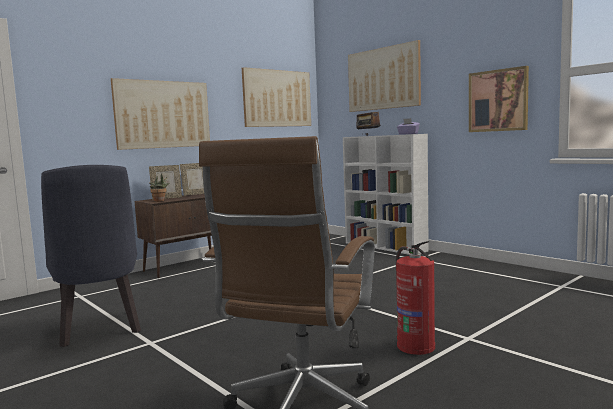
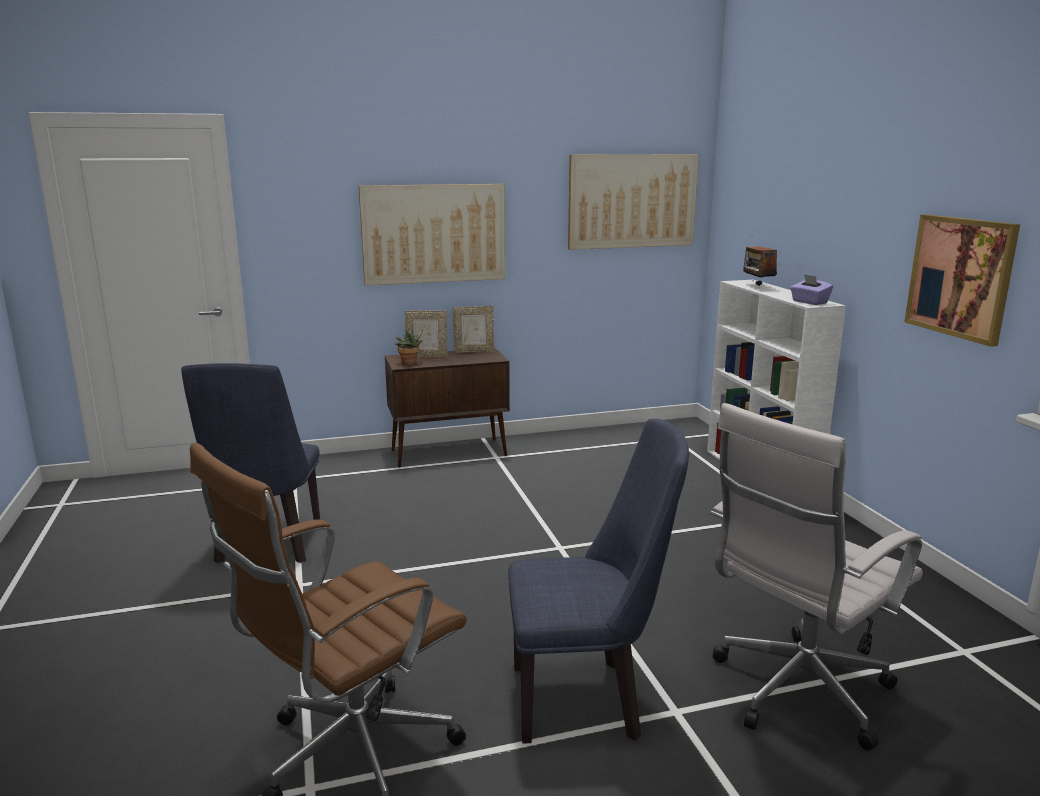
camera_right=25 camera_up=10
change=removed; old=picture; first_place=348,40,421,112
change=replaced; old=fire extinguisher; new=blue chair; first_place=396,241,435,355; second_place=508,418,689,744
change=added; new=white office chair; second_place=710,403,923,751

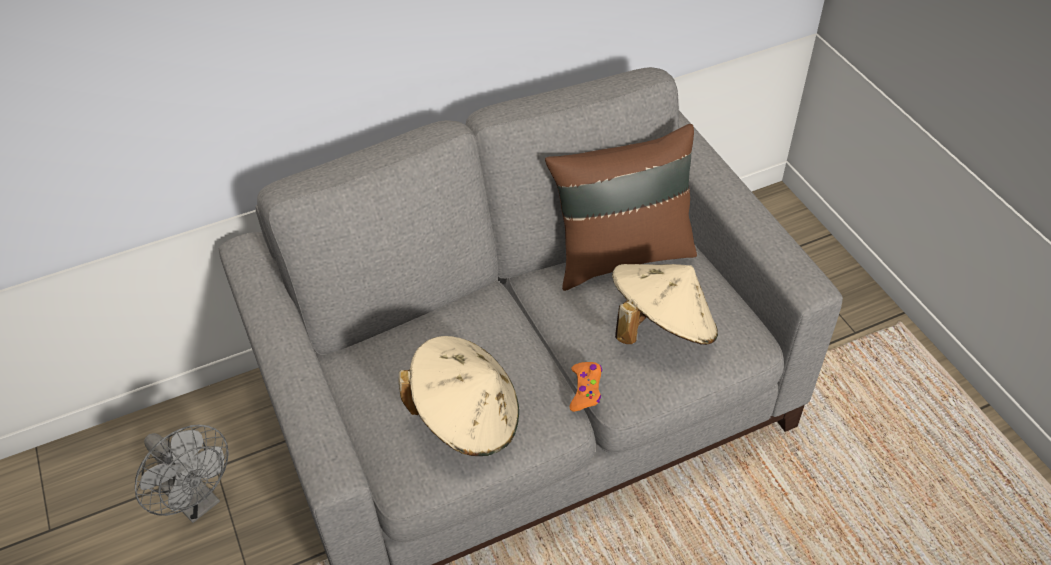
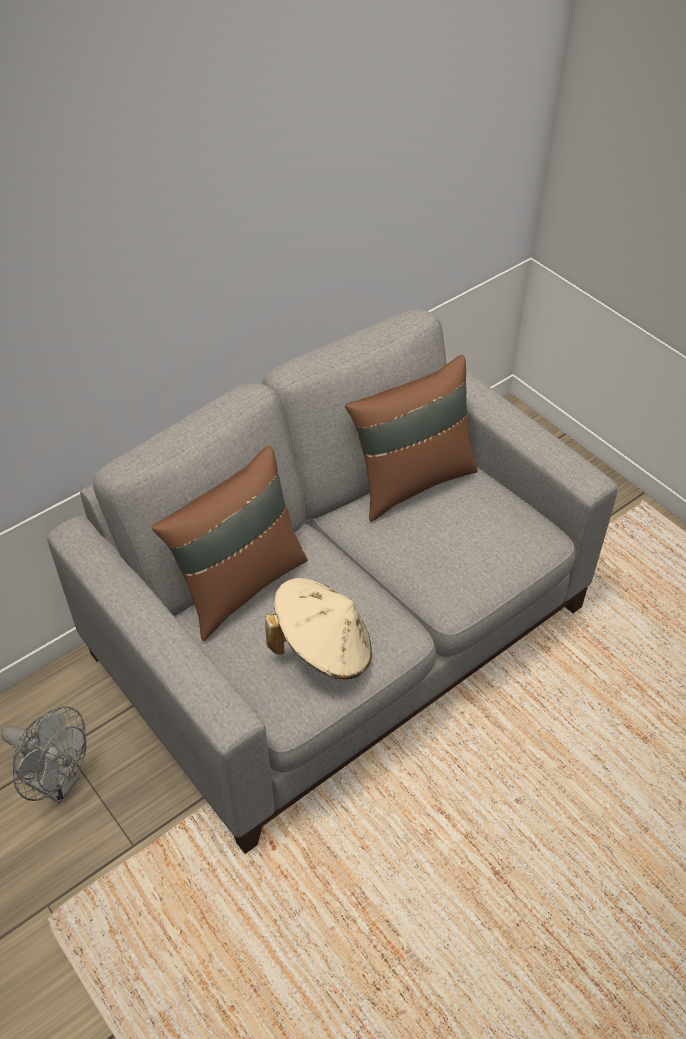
camera_right=-15 camera_up=0
change=removed; old=orange game controller; first_place=570,362,602,412
change=removed; old=beige hat; first_place=612,264,718,345
change=added; new=brown pillow; second_place=151,446,308,641

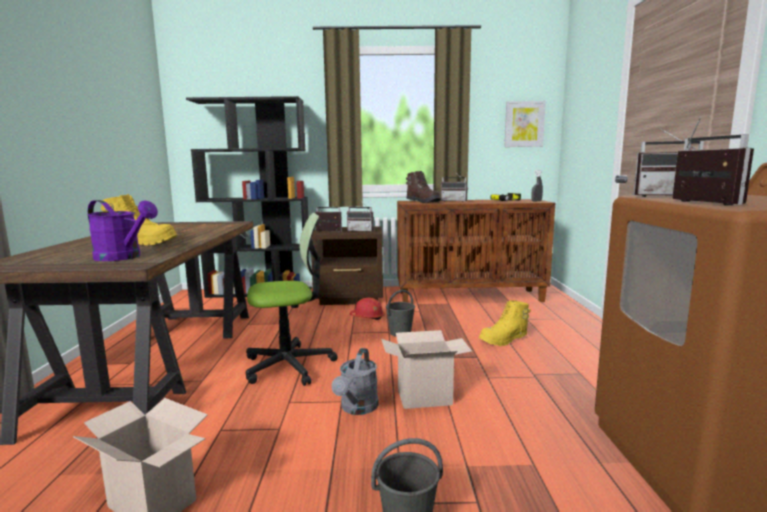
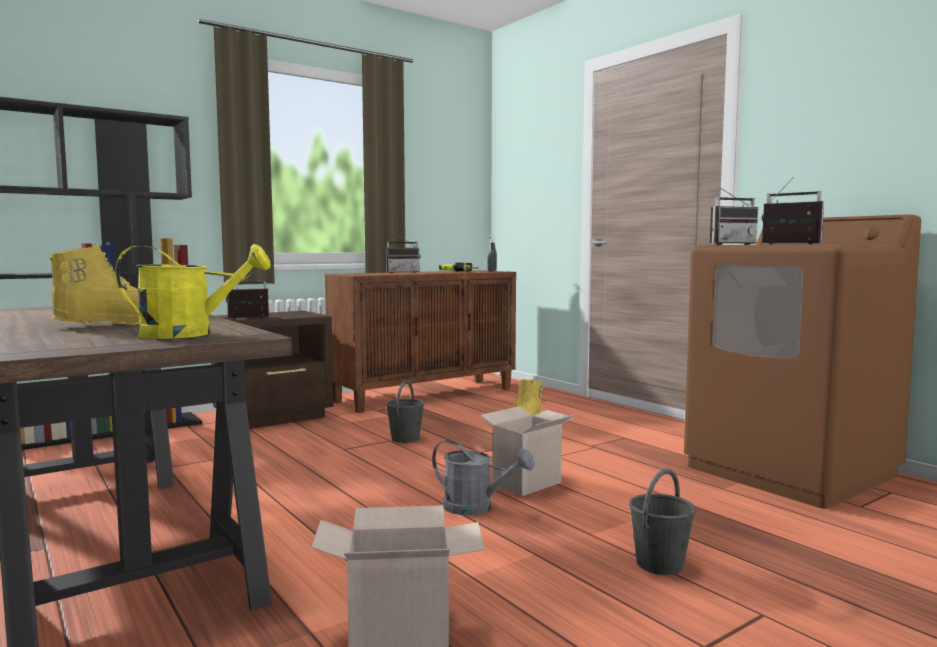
camera_right=-35 camera_up=-5
change=recoloured; old=purple watering can; new=yellow watering can; first_place=87,200,158,261; second_place=115,244,271,339
change=removed; old=office chair; first_place=246,213,338,386
change=turned; old=grey watering can; first_place=332,348,379,415; second_place=432,440,535,515; degrees=-45
change=removed; old=radio; first_place=347,202,374,232
change=removed; old=red hard hat; first_place=350,298,385,320
change=removed; old=brown boot; first_place=406,171,441,203
change=removed; old=picture; first_place=505,101,546,147

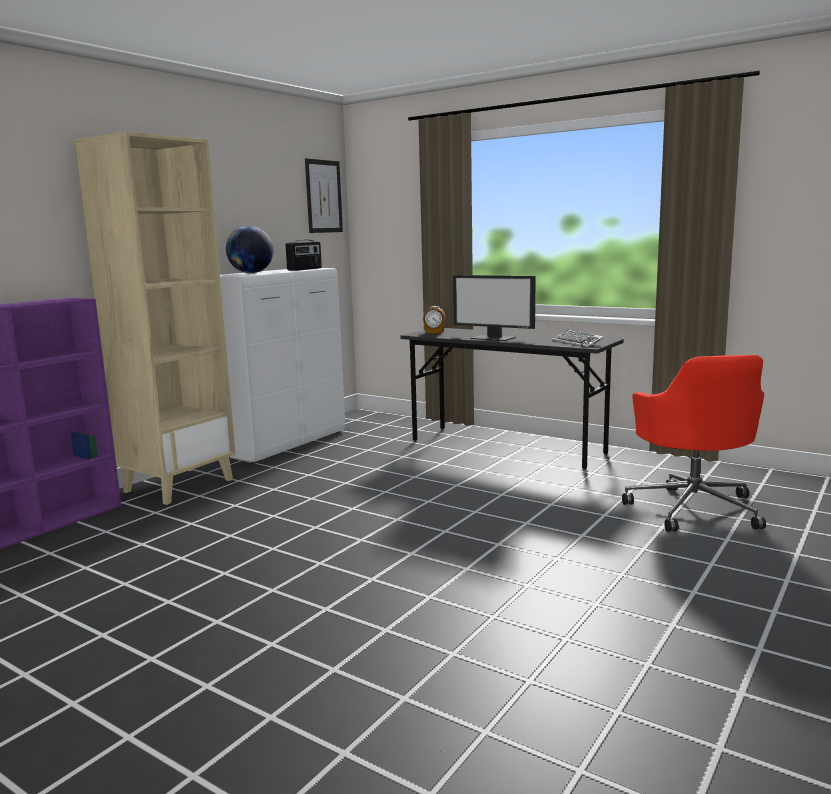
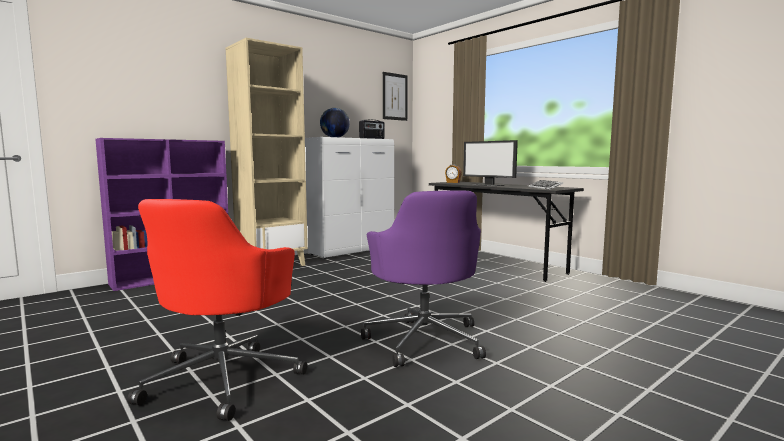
camera_right=15 camera_up=-5
change=moved; old=red office chair; first_place=622,355,766,532; second_place=127,199,307,421
change=added; new=purple office chair; second_place=361,190,486,367

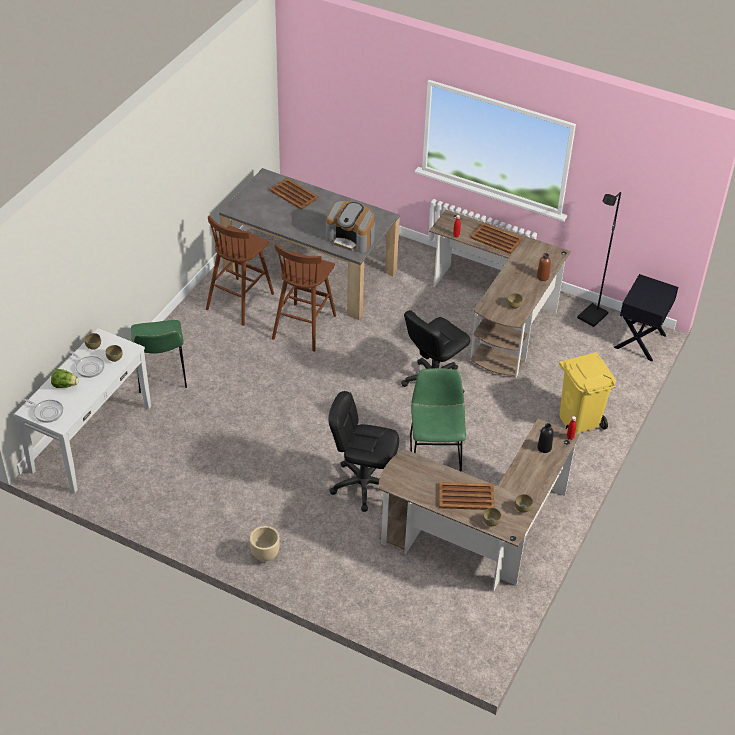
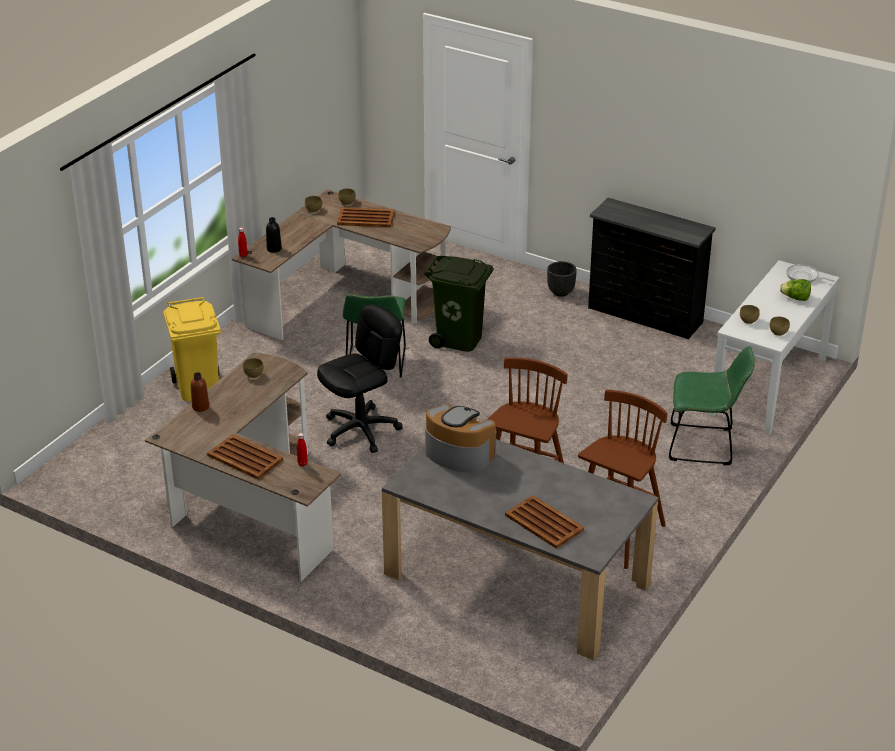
camera_right=-175 camera_up=-10
change=removed; old=frying pan; first_place=70,351,104,378
change=turned; old=green chair; first_place=131,320,187,393; second_place=669,346,755,465; degrees=105
change=recoloured; old=beige planter; new=black planter; first_place=250,526,280,561; second_place=547,261,577,297
change=replaced; old=black office chair; new=green trash can; first_place=328,391,399,512; second_place=424,256,494,352
change=removed; old=black floor lamp; first_place=577,192,621,327
change=removed; old=black nightstand; first_place=614,274,678,361
change=added; new=black dresser; second_place=588,198,716,339

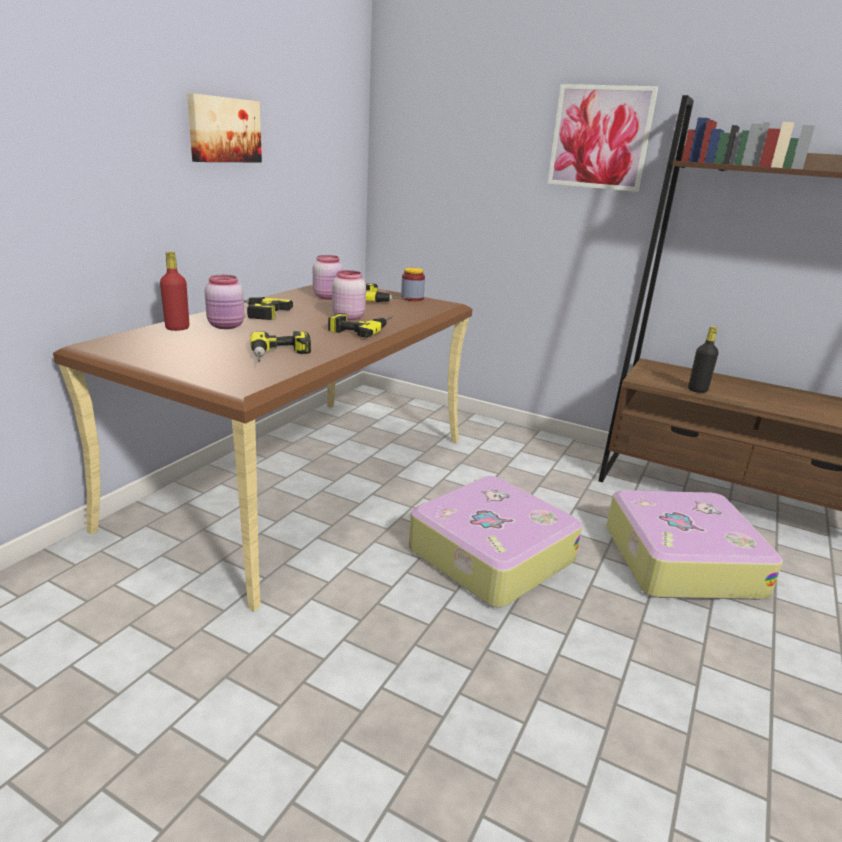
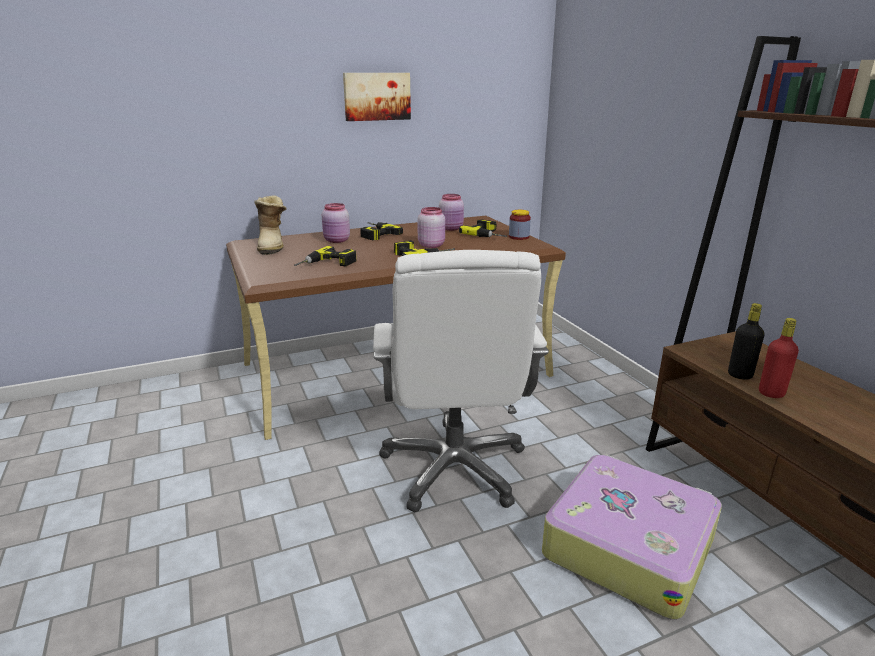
camera_right=40 camera_up=0
change=moved; old=red bottle; first_place=160,251,189,331; second_place=759,318,799,398
change=replaced; old=suitcase; new=white office chair; first_place=409,476,582,608; second_place=373,250,549,512
change=removed; old=picture; first_place=547,84,658,192
change=added; new=boot; second_place=255,195,287,255

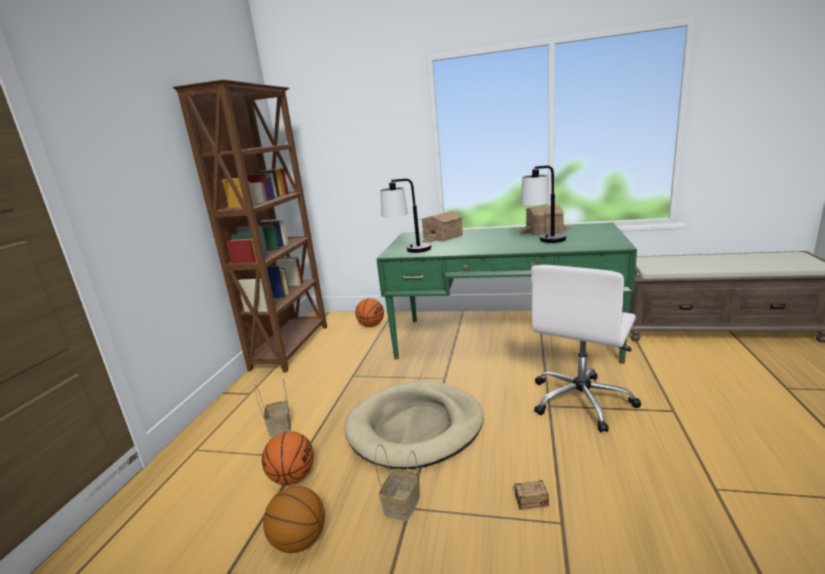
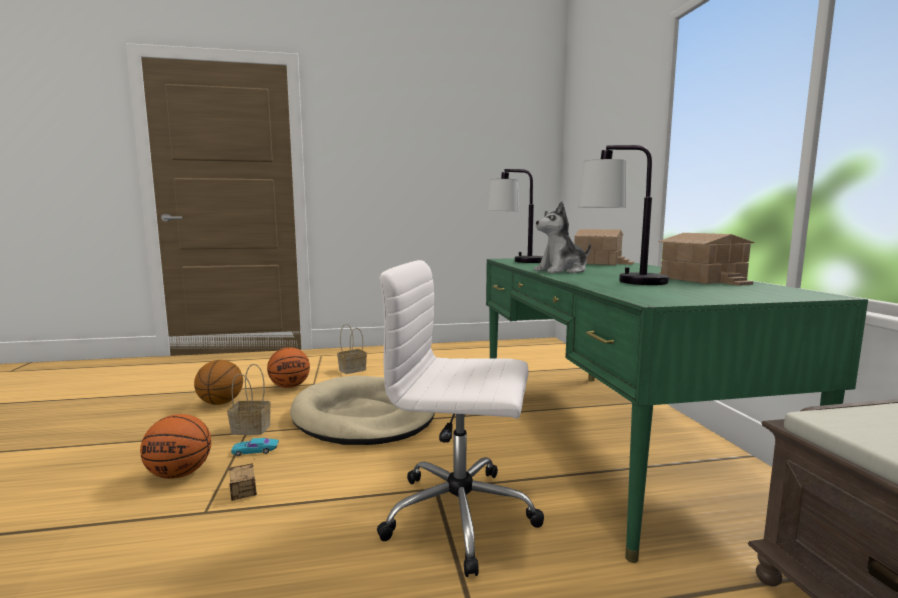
camera_right=65 camera_up=-10
change=removed; old=brown bookcase; first_place=173,79,327,373
change=moved; old=basketball; first_place=355,298,384,327; second_place=140,414,211,479
change=added; new=turquoise toy car; second_place=231,438,279,456
change=added; new=plush toy; second_place=534,201,591,273

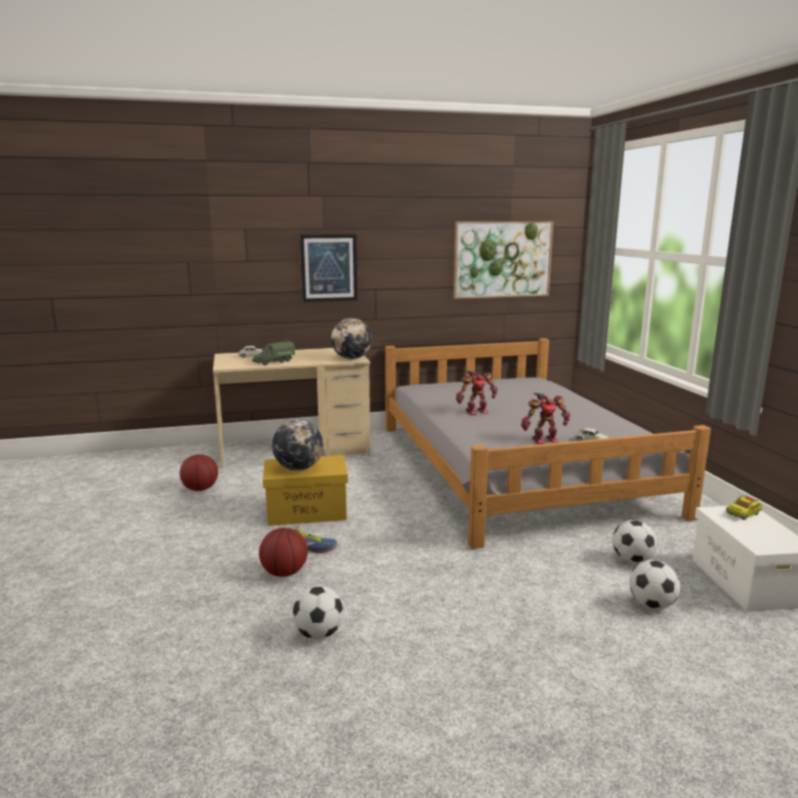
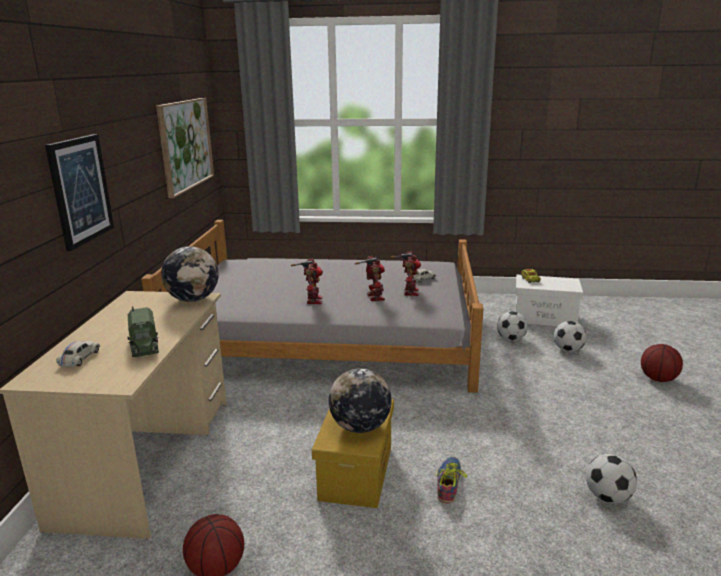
camera_right=-70 camera_up=5
change=moved; old=basketball; first_place=259,528,308,577; second_place=641,344,683,382
change=added; new=toy robot; second_place=355,256,385,301

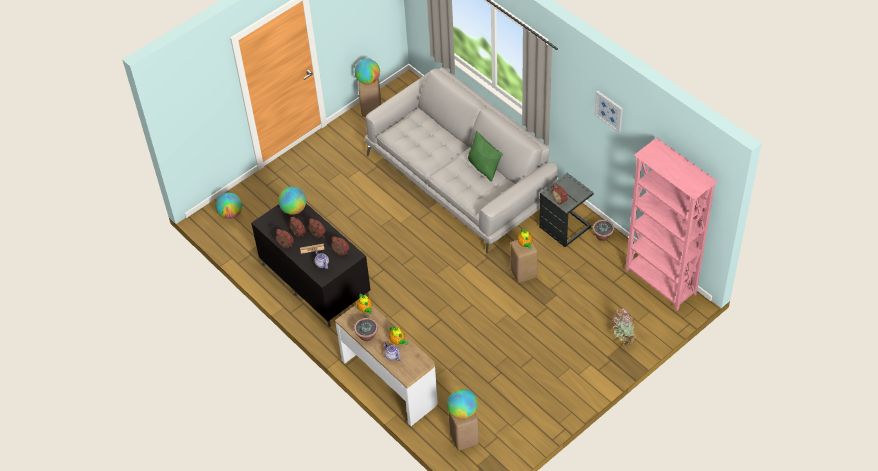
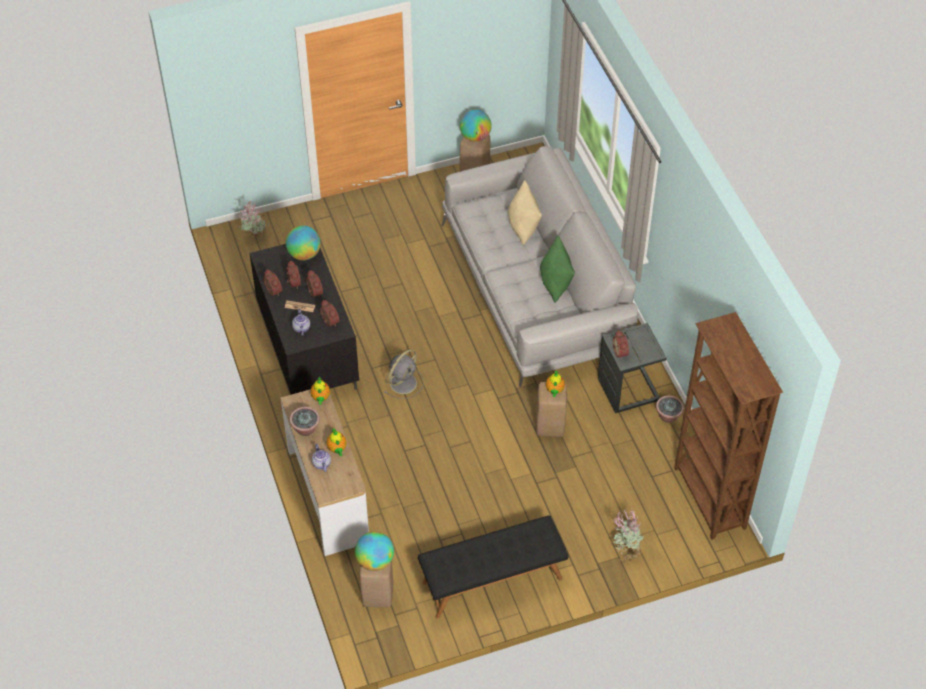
camera_right=20 camera_up=0
change=replaced; old=globe; new=potted plant; first_place=216,193,242,219; second_place=239,201,269,238
change=removed; old=picture; first_place=594,90,623,133
change=recoloured; old=pink bookcase; new=brown bookcase; first_place=626,138,718,311; second_place=674,312,783,540
change=added; new=grey fan; second_place=384,350,424,399
change=added; new=black bench; second_place=418,515,569,619
change=added; new=beige pillow; second_place=508,180,542,245

